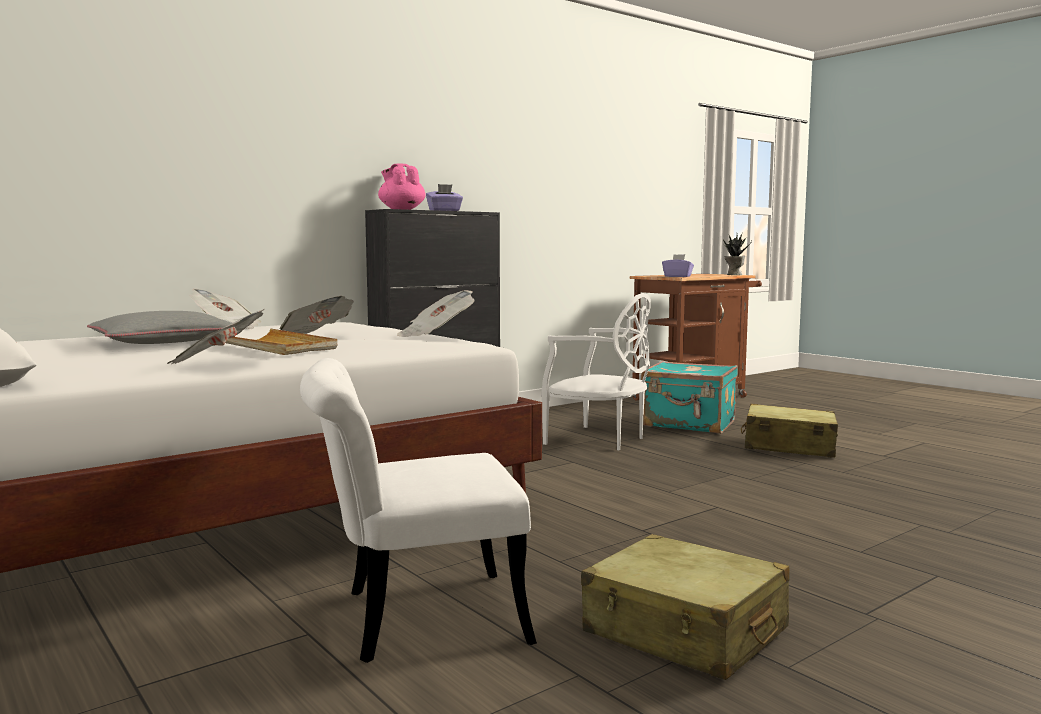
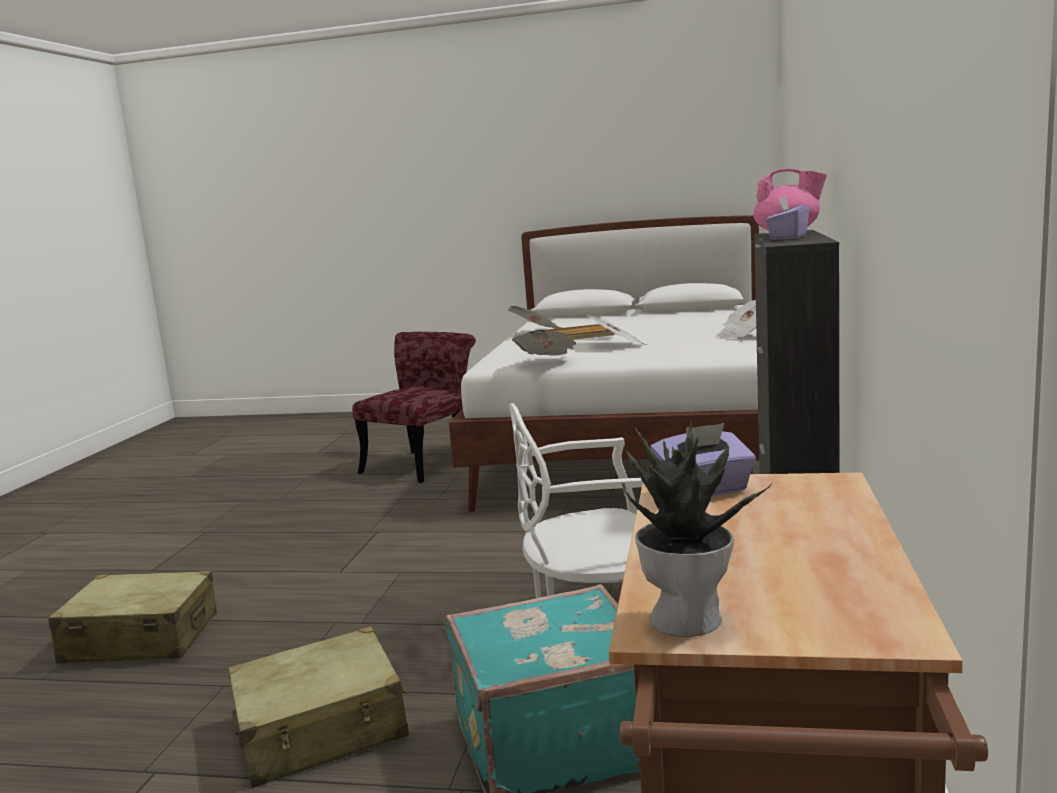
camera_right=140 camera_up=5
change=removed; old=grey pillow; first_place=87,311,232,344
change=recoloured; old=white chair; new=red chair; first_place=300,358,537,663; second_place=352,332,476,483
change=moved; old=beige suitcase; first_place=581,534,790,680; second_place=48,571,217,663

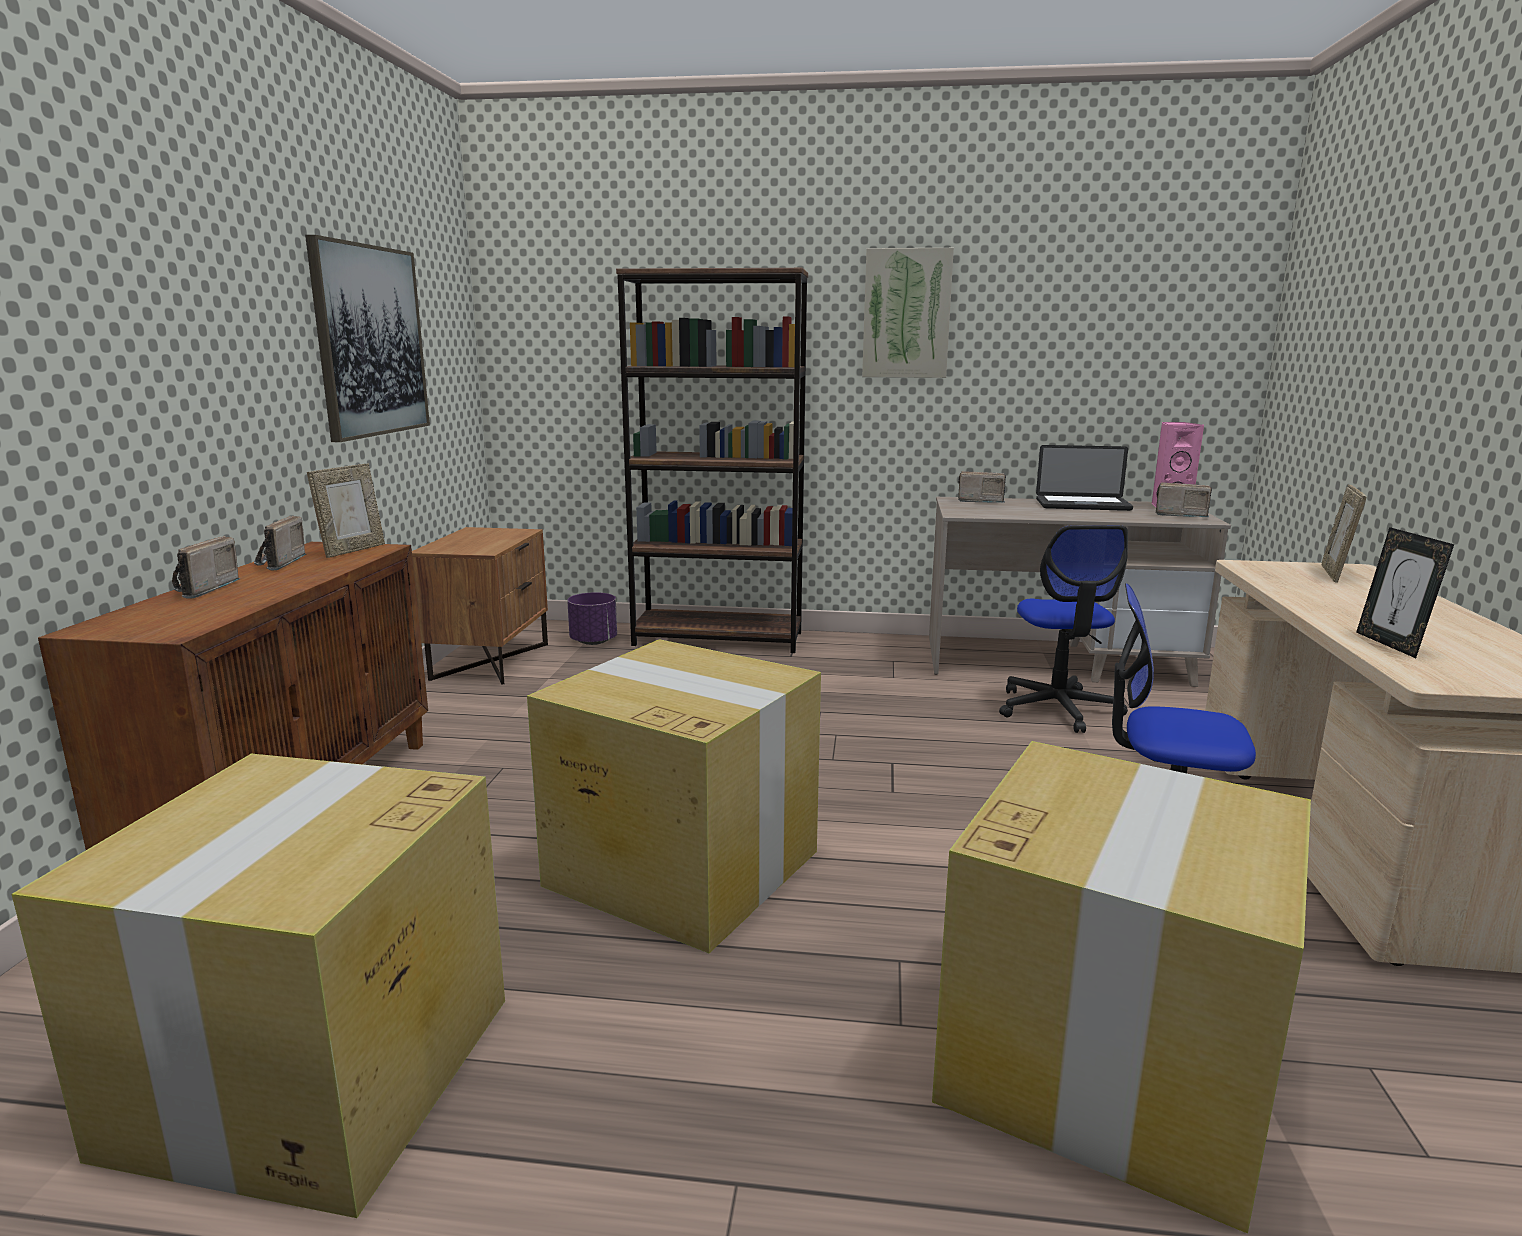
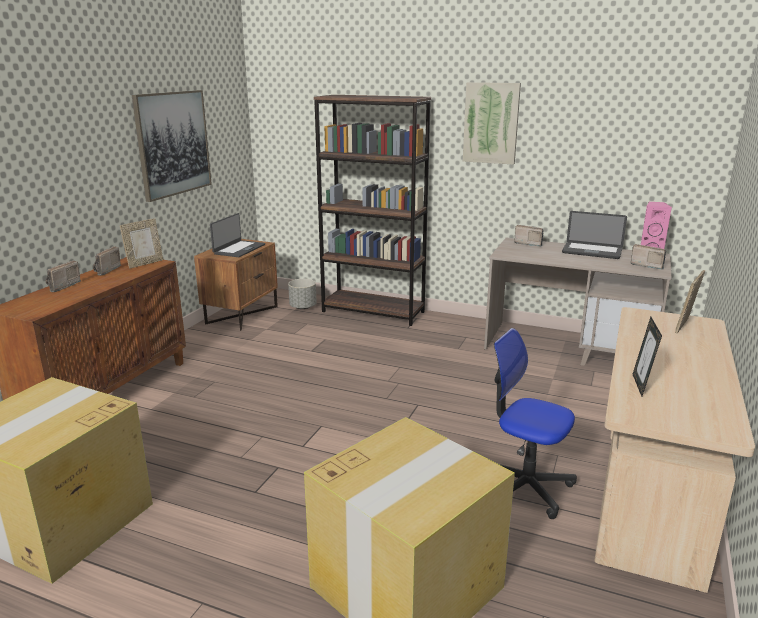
camera_right=15 camera_up=5
change=removed; old=cardboard box; first_place=527,639,821,953
change=recoloured; old=purple planter; new=grey planter; first_place=567,592,617,645; second_place=288,279,317,309
change=removed; old=office chair; first_place=999,525,1128,733
change=added; new=laptop; second_place=210,213,265,257

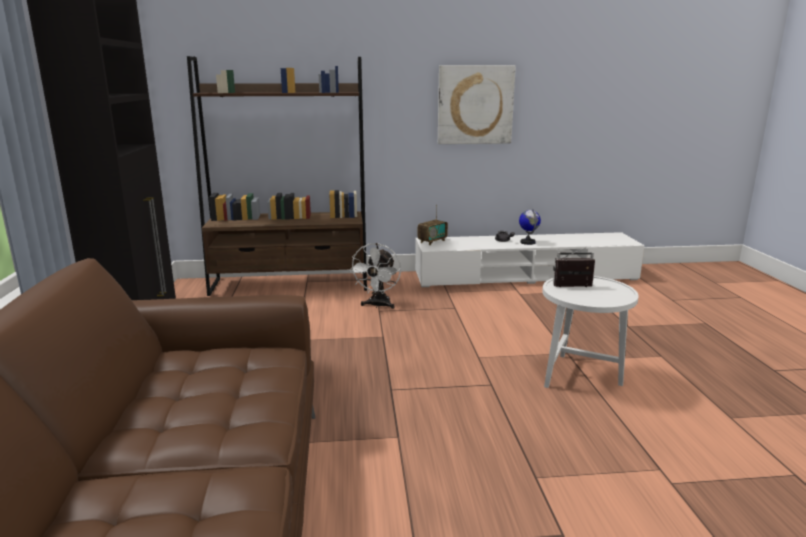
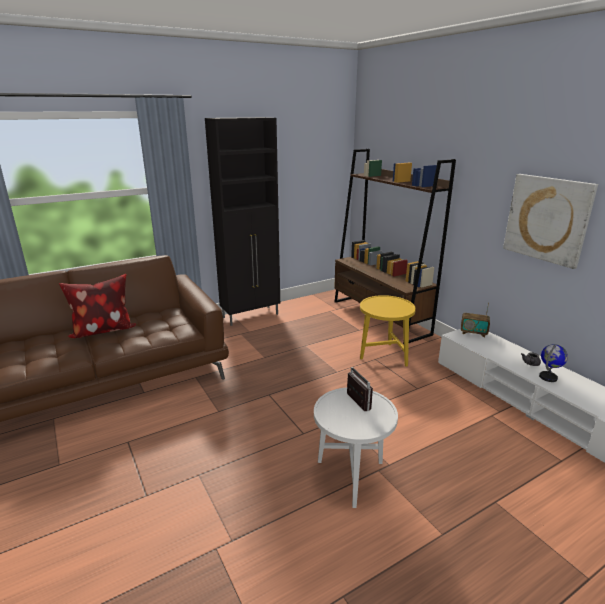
camera_right=65 camera_up=5
change=replaced; old=white fan; new=yellow side table; first_place=349,243,401,309; second_place=360,295,416,367
change=added; new=pillow; second_place=59,274,136,338

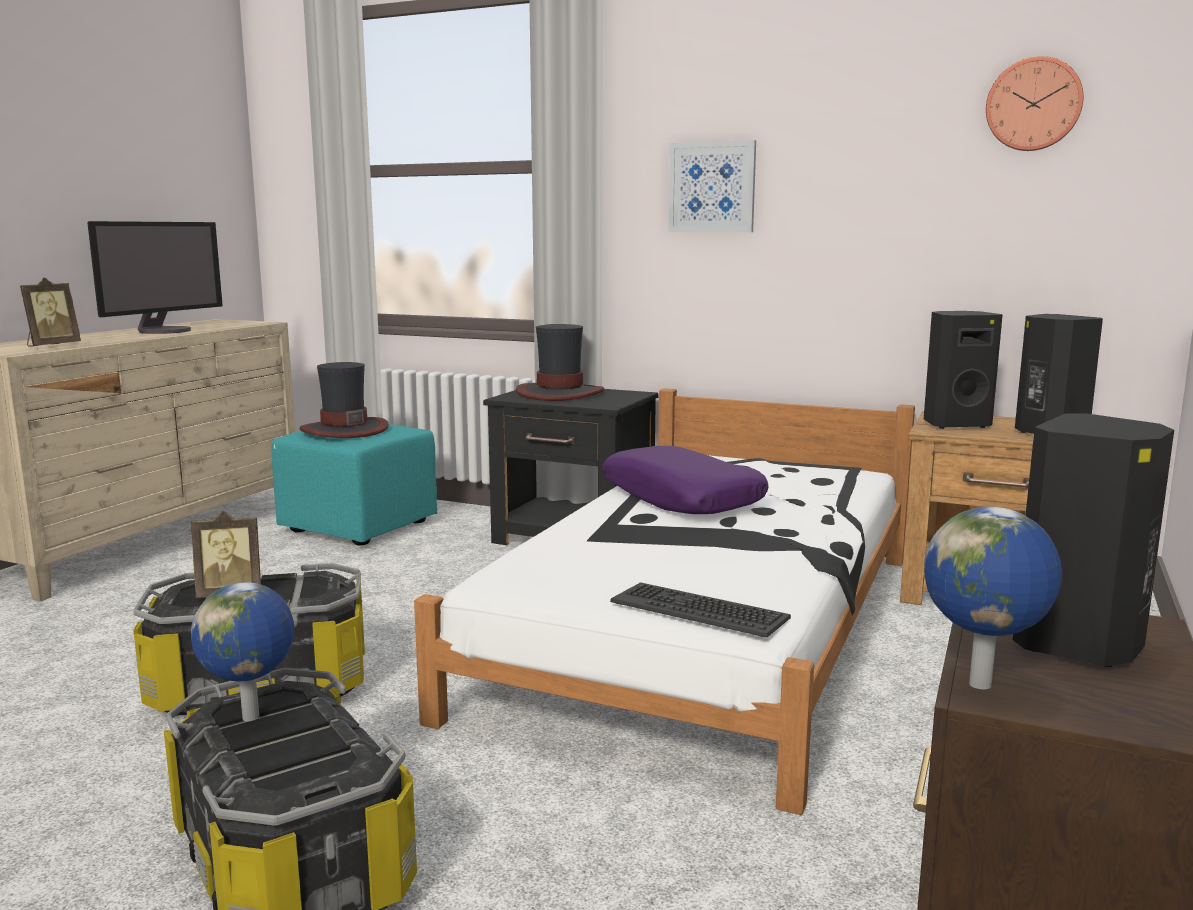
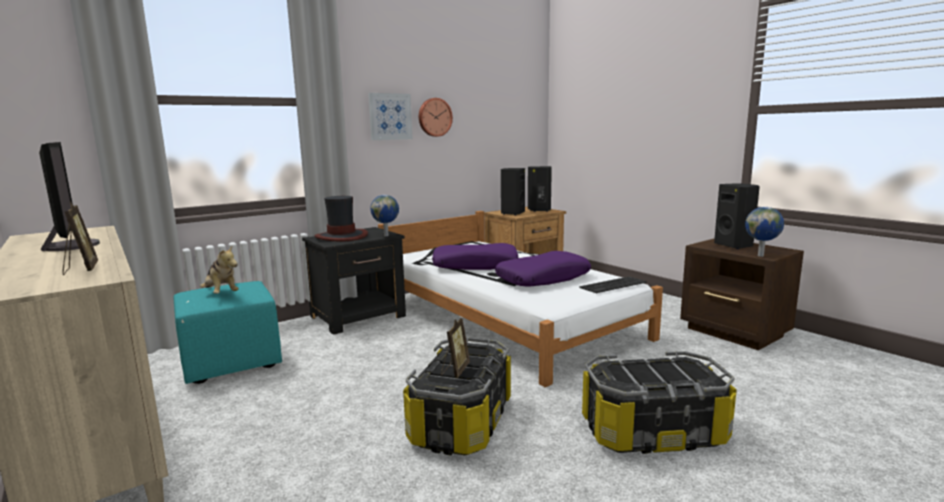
camera_right=-60 camera_up=0
change=moved; old=globe; first_place=191,582,294,721; second_place=370,195,399,236
change=replaced; old=hat; new=plush toy; first_place=300,362,389,438; second_place=200,246,239,294
change=moved; old=wall clock; first_place=986,56,1083,151; second_place=419,98,453,137
change=added; new=purple pillow; second_place=495,251,591,287

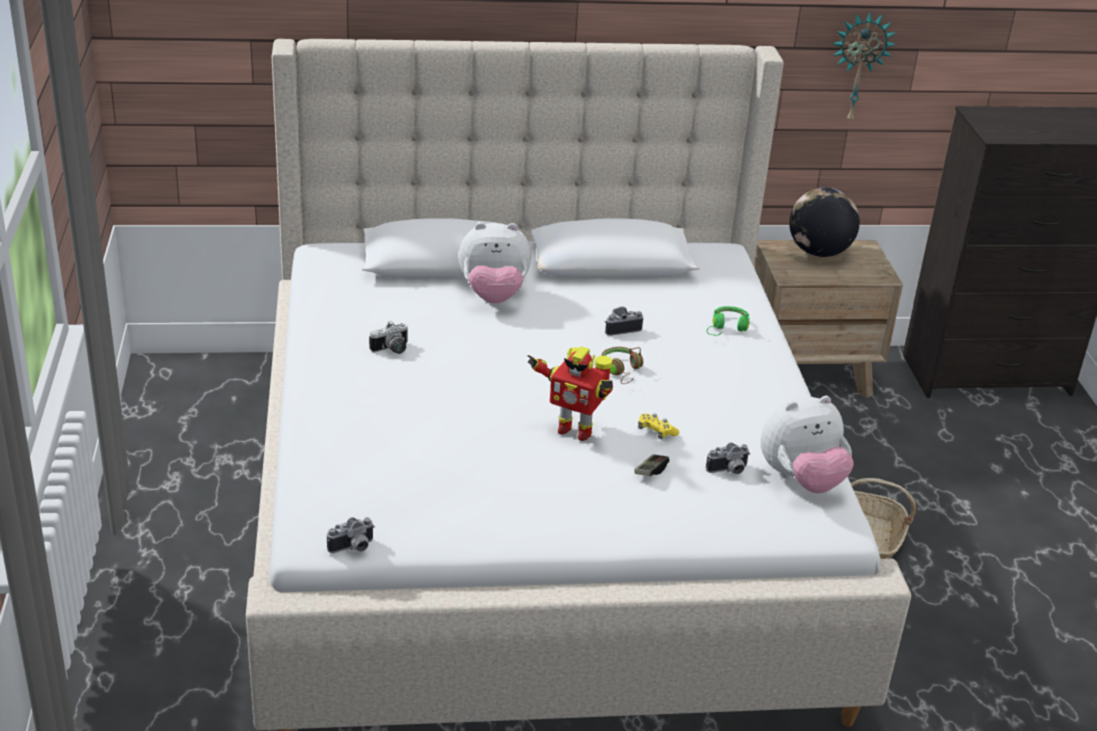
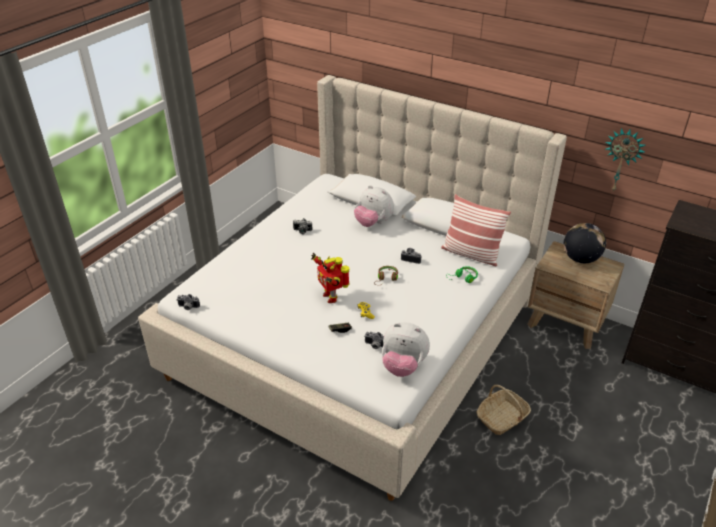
camera_right=40 camera_up=5
change=added; new=pillow; second_place=441,194,511,266

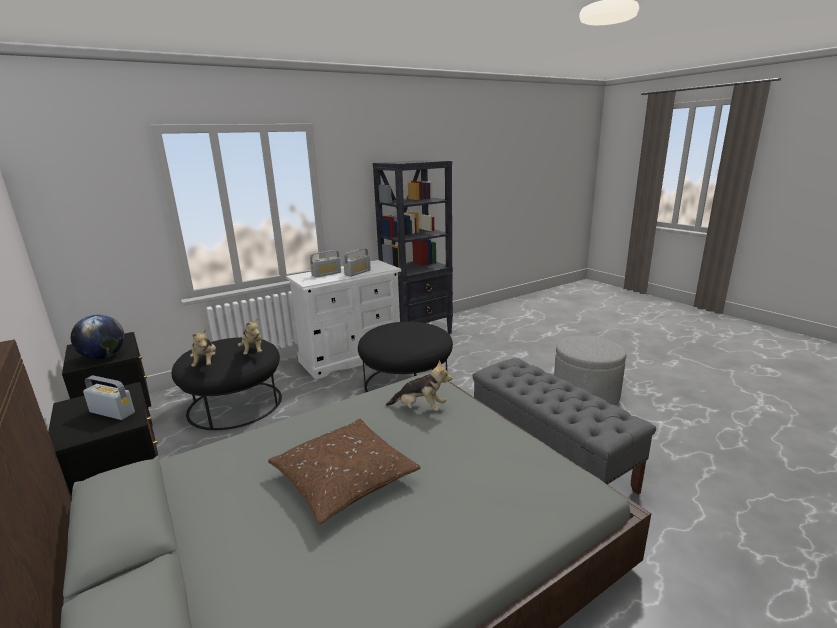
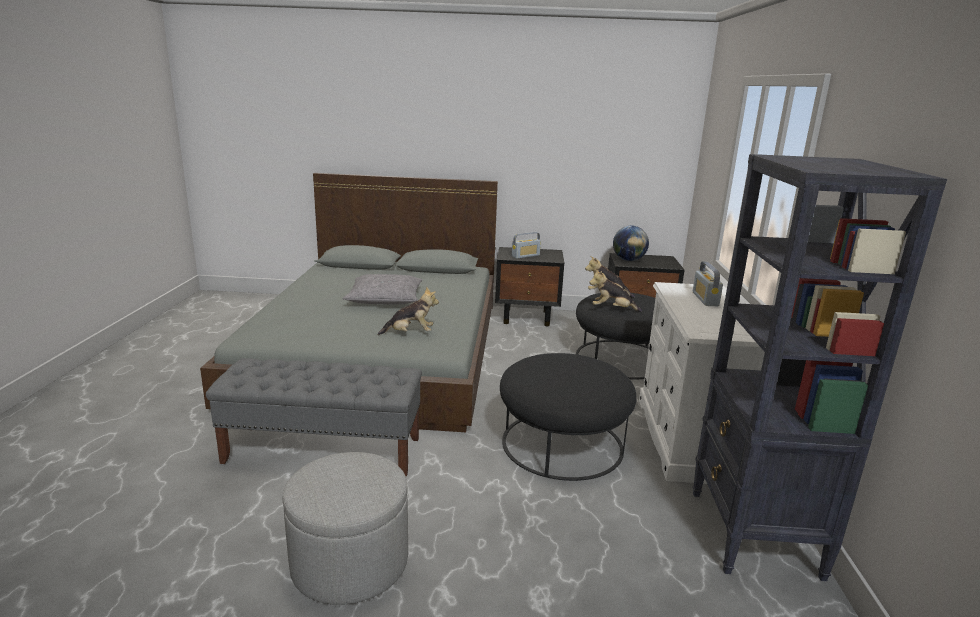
camera_right=125 camera_up=0
change=recoloured; old=brown pillow; new=grey pillow; first_place=268,419,421,524; second_place=343,274,422,304
change=removed; old=radio; first_place=343,248,371,277
change=turned; old=plush toy; first_place=386,360,452,411; second_place=378,287,439,335; degrees=-150

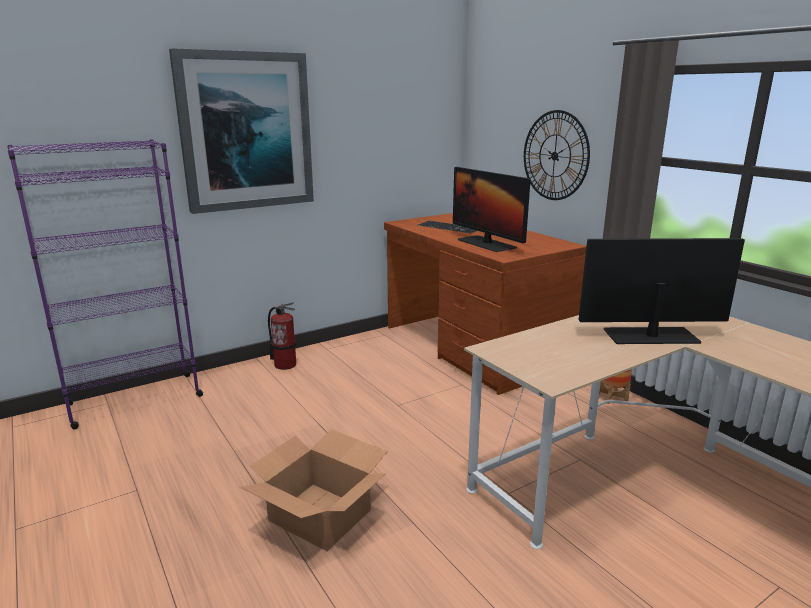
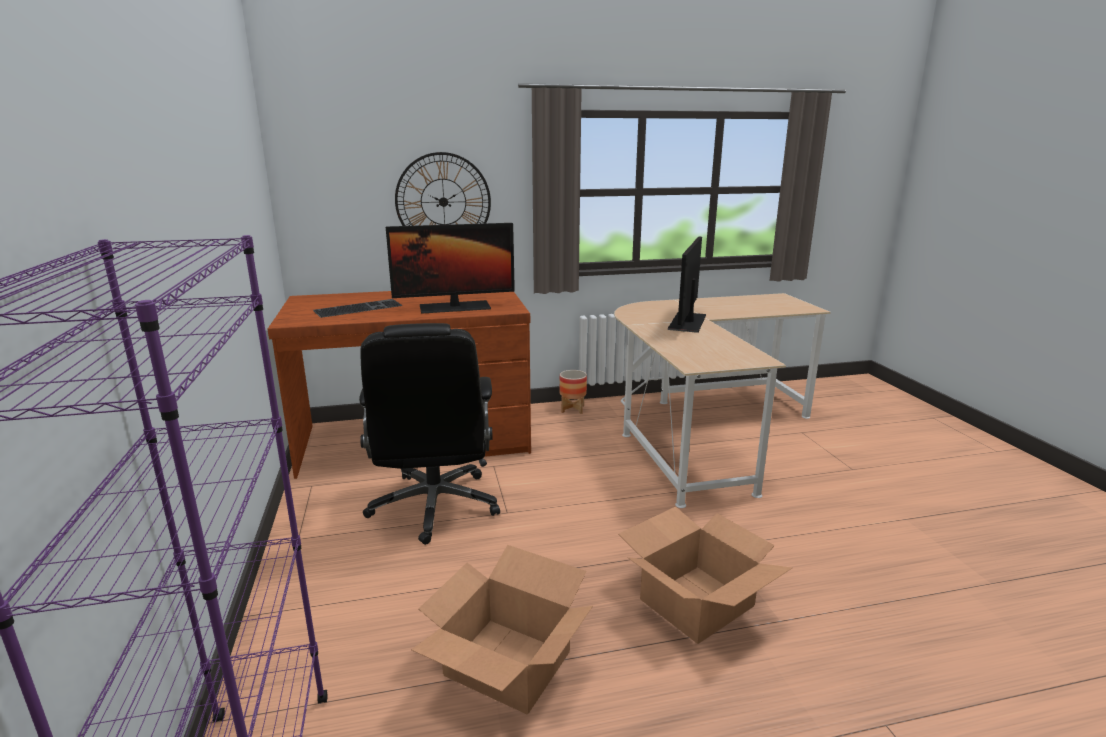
camera_right=-70 camera_up=0
change=removed; old=picture; first_place=169,48,314,214
change=removed; old=fire extinguisher; first_place=268,302,296,370
change=added; new=black office chair; second_place=359,323,500,545
change=added; new=cardboard box; second_place=411,545,593,714

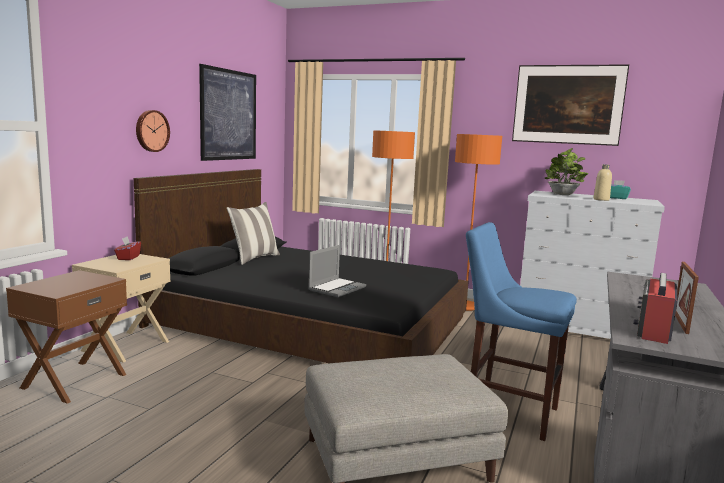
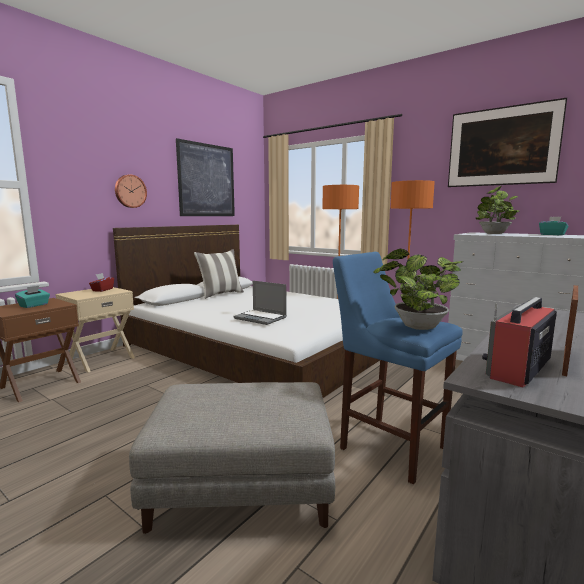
camera_right=15 camera_up=0
change=recoloured; old=black bed; new=white bed; first_place=134,169,469,363; second_place=113,225,380,398
change=turned; old=laptop; first_place=308,245,366,297; second_place=233,281,287,325; degrees=75
change=removed; old=beige bottle; first_place=594,164,612,201
change=added; new=turquoise tissue box; second_place=15,286,50,308
change=added; new=potted plant; second_place=373,249,463,330

